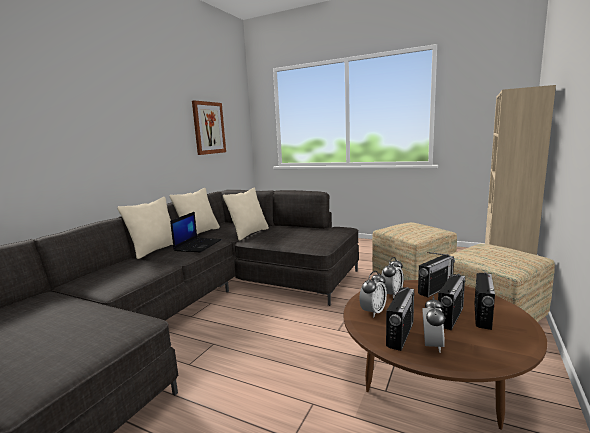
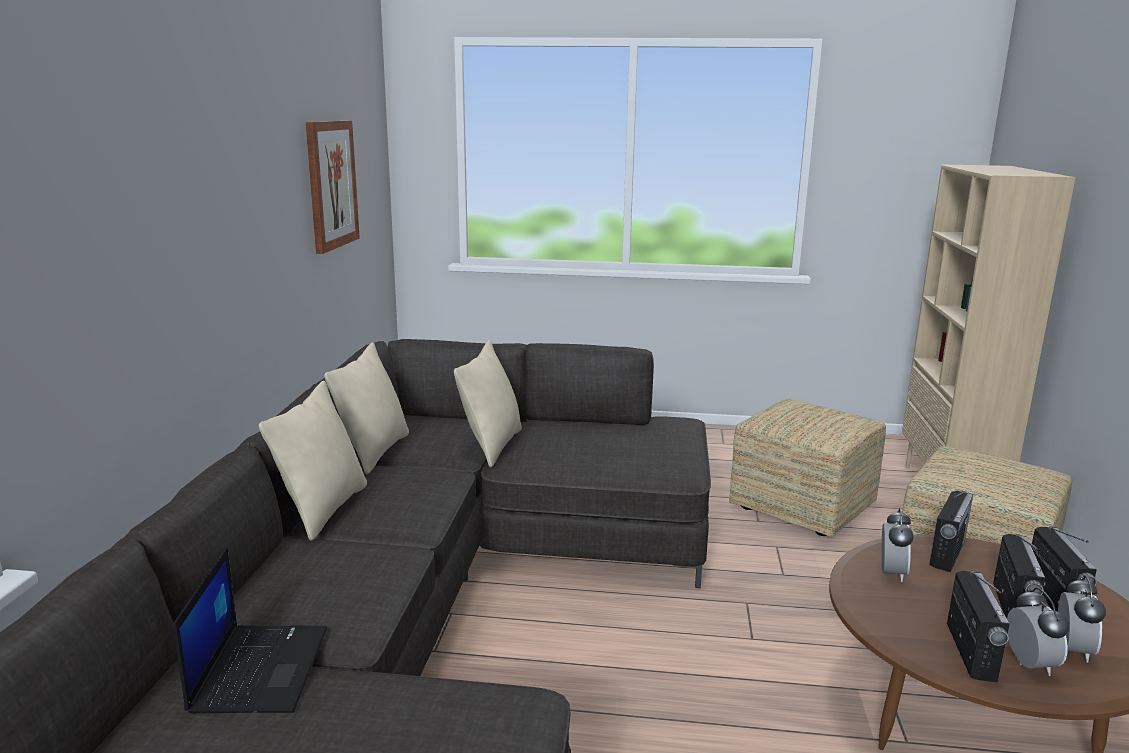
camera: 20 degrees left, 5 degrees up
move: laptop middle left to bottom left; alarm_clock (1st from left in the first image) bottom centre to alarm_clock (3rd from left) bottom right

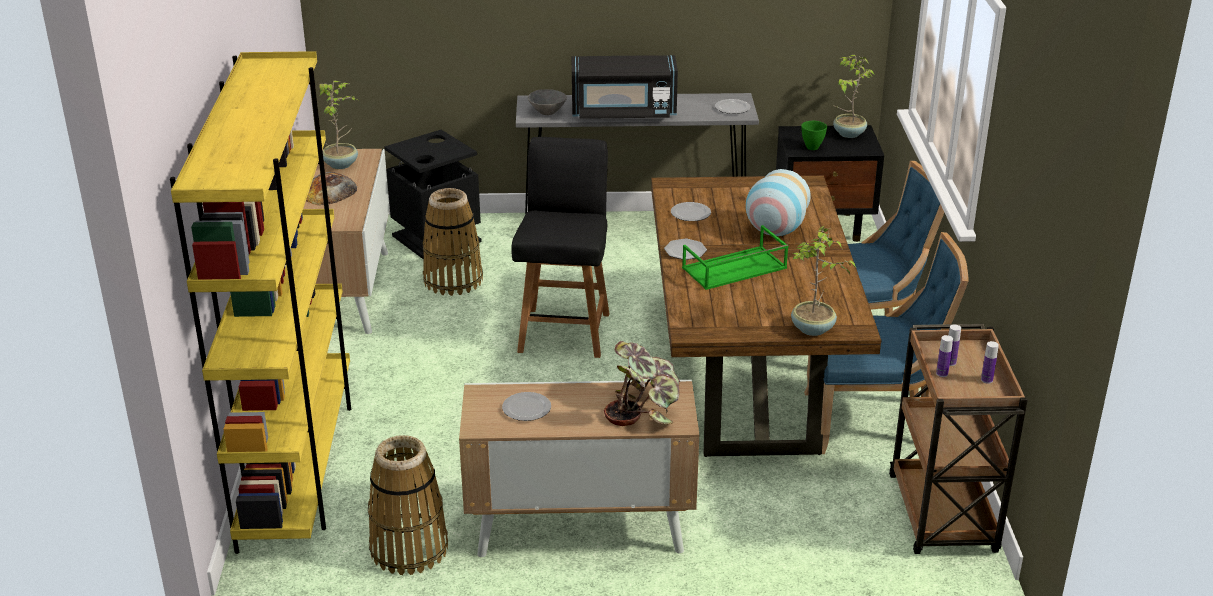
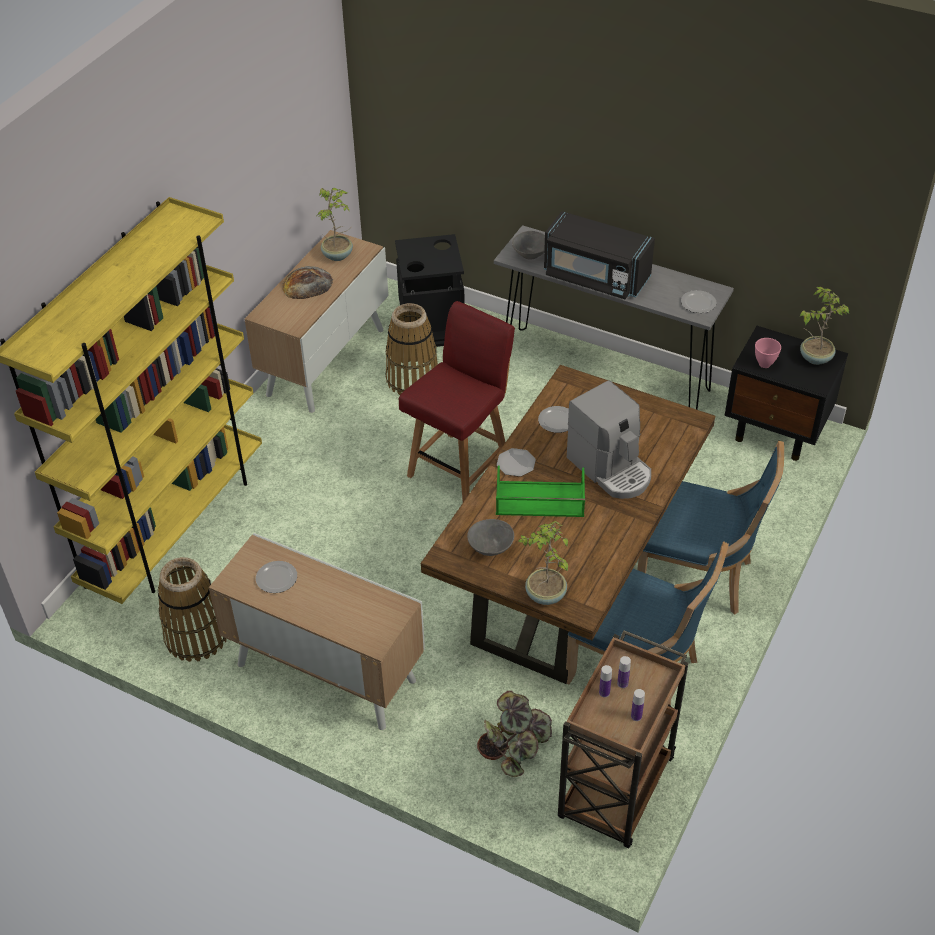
camera: 30 degrees right, 15 degrees up
insert: grey_deep_dish (1st from left) centre
move: houseplant (2nd from left) centre to bottom centre
replace: decorative_vase centre to coffee_machine centre
recolor: greenish_deep_dish top right to pink_deep_dish middle right; black_chair centre to red-coloured_chair centre

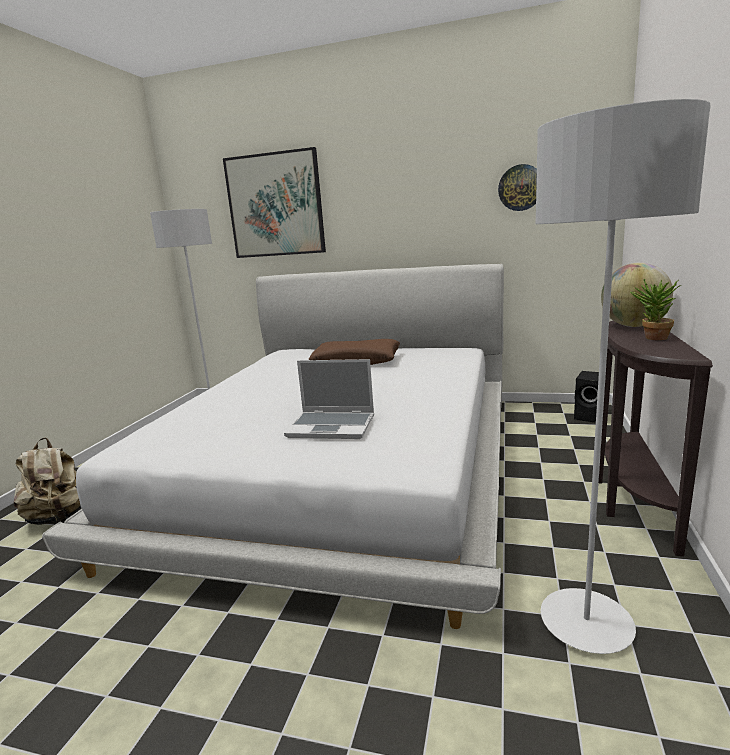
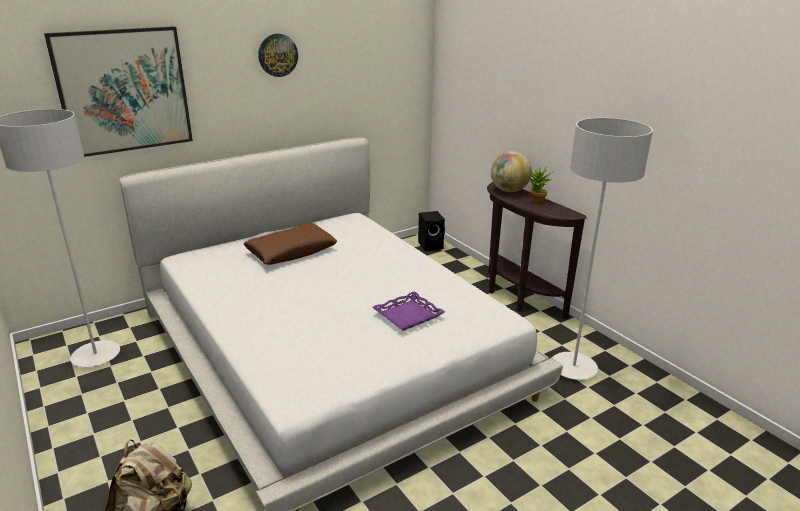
camera: 50 degrees left, 10 degrees up
move: hanging_clock top right to top centre
replace: laptop centre to purple_serving_tray centre

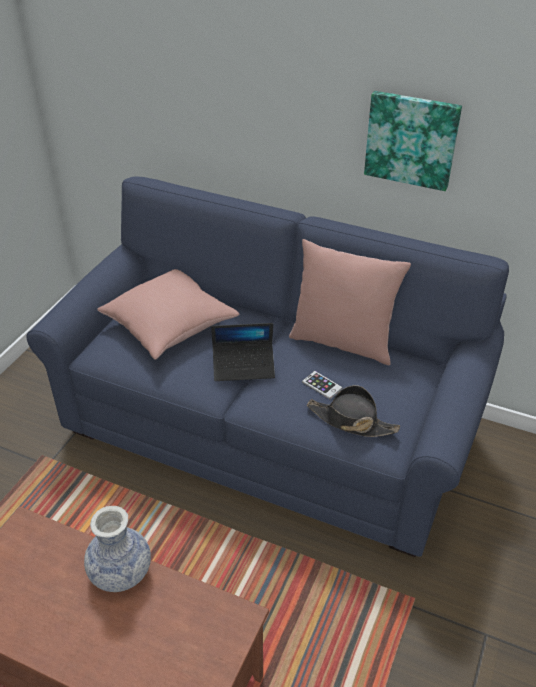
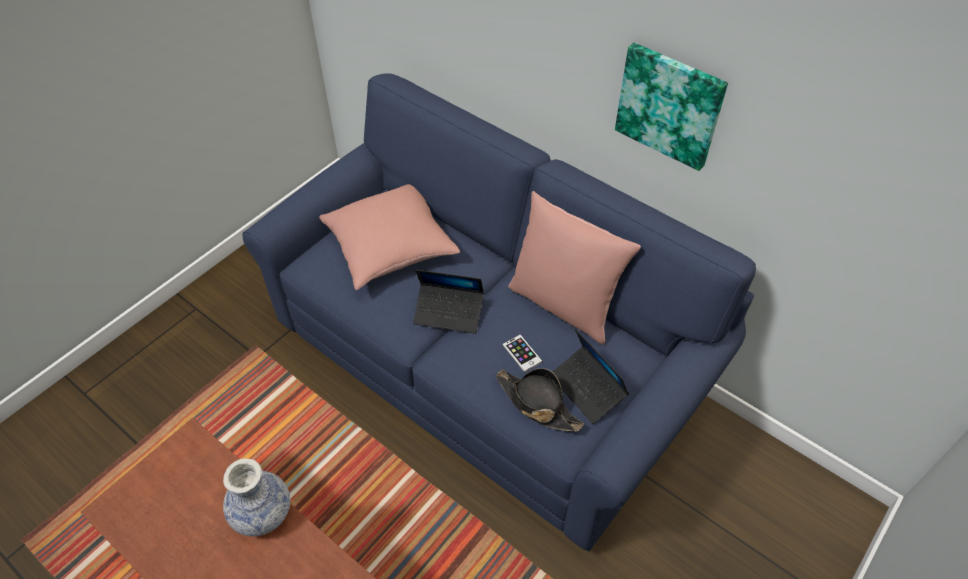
camera: 15 degrees right, 10 degrees up
insert: laptop (2nd from left) centre

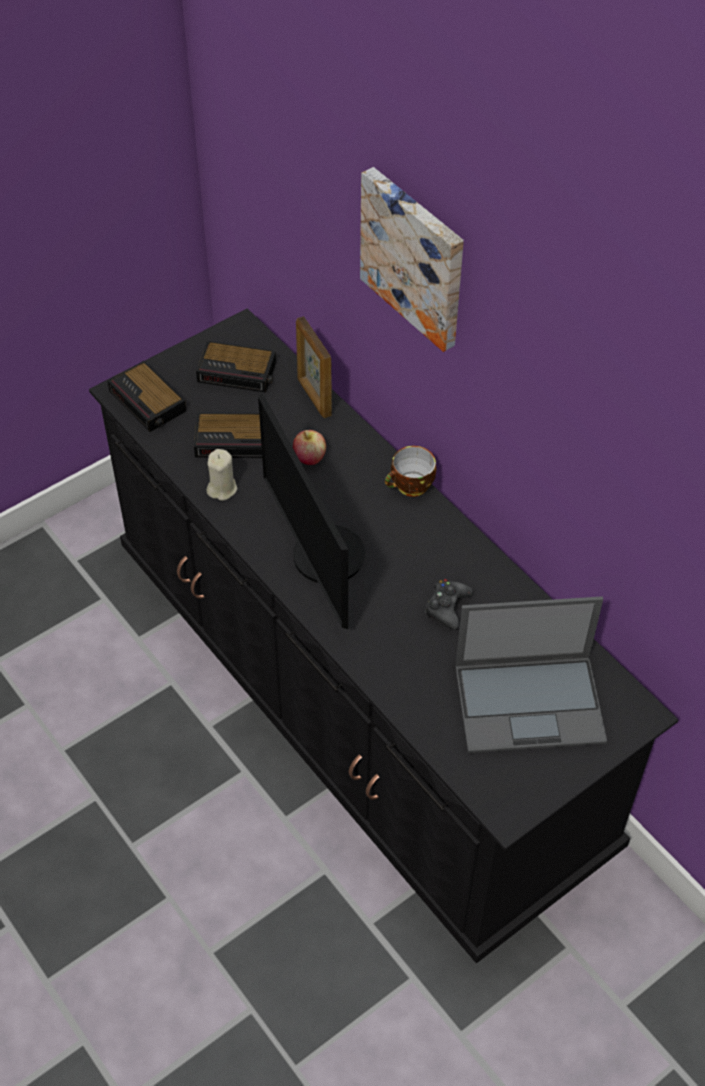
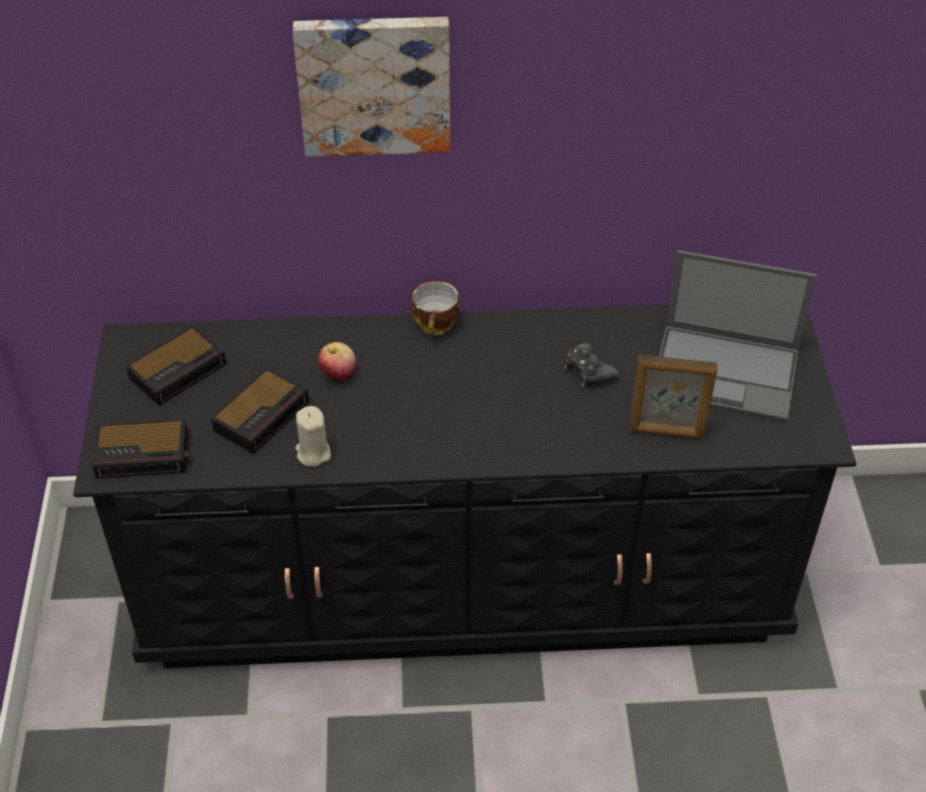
camera: 55 degrees left, 5 degrees down
delete: computer_screen centre
move: picture_frame centre to middle right
rotate: laptop middle right = middle right 75 degrees clockwise

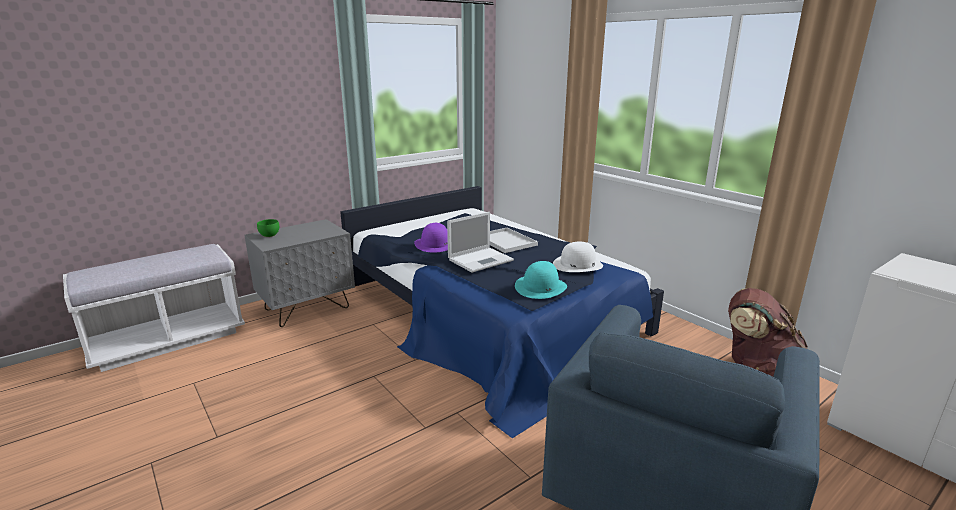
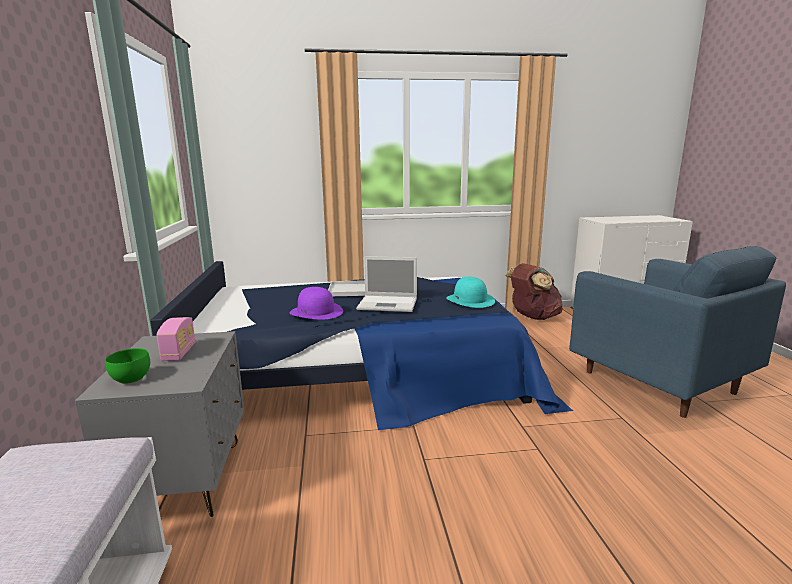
camera: 60 degrees left, 5 degrees down
delete: whitish_hat centre
insert: radio middle left
rotate: laptop centre = centre 105 degrees clockwise

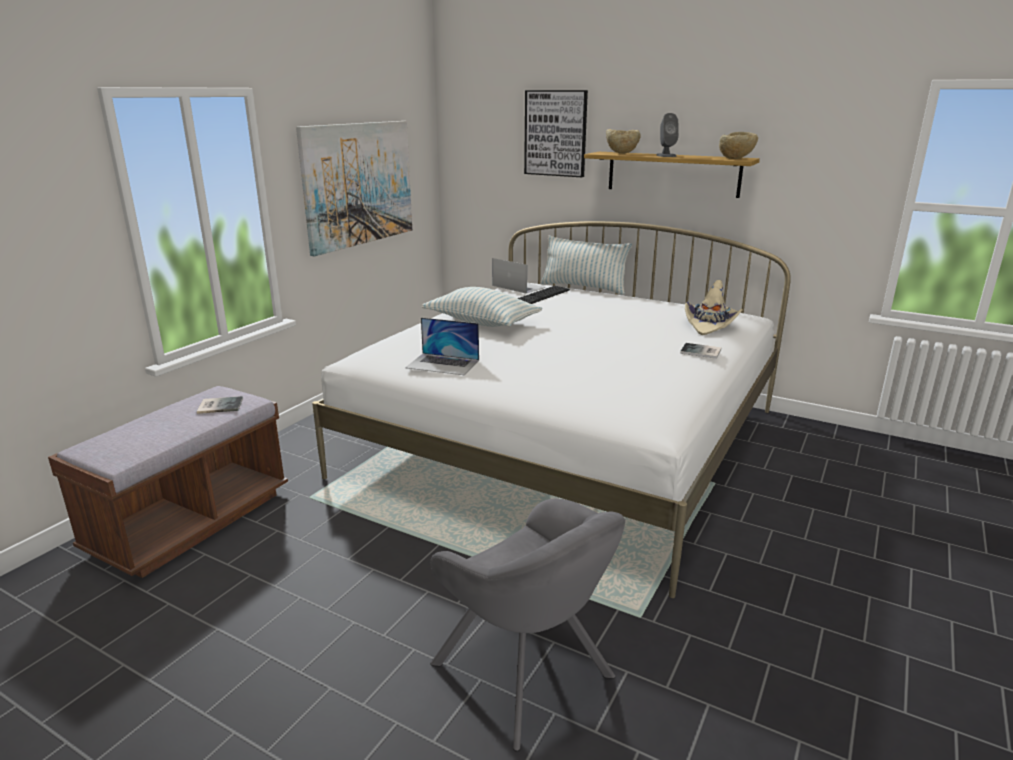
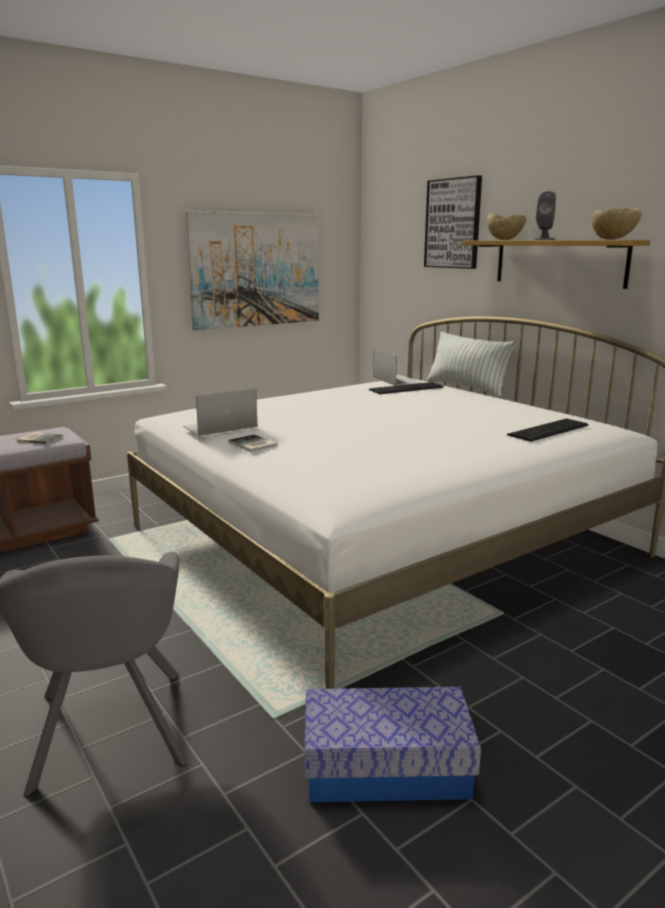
camera: 25 degrees right, 5 degrees down
delete: throw_pillow (1st from left) centre
insert: storage_box bottom centre
move: bound_book (2nd from left) middle right to centre
replace: sand-coloured_hat middle right to keyboard (2nd from left) middle right
rotate: laptop (1st from left) centre = middle left 105 degrees clockwise

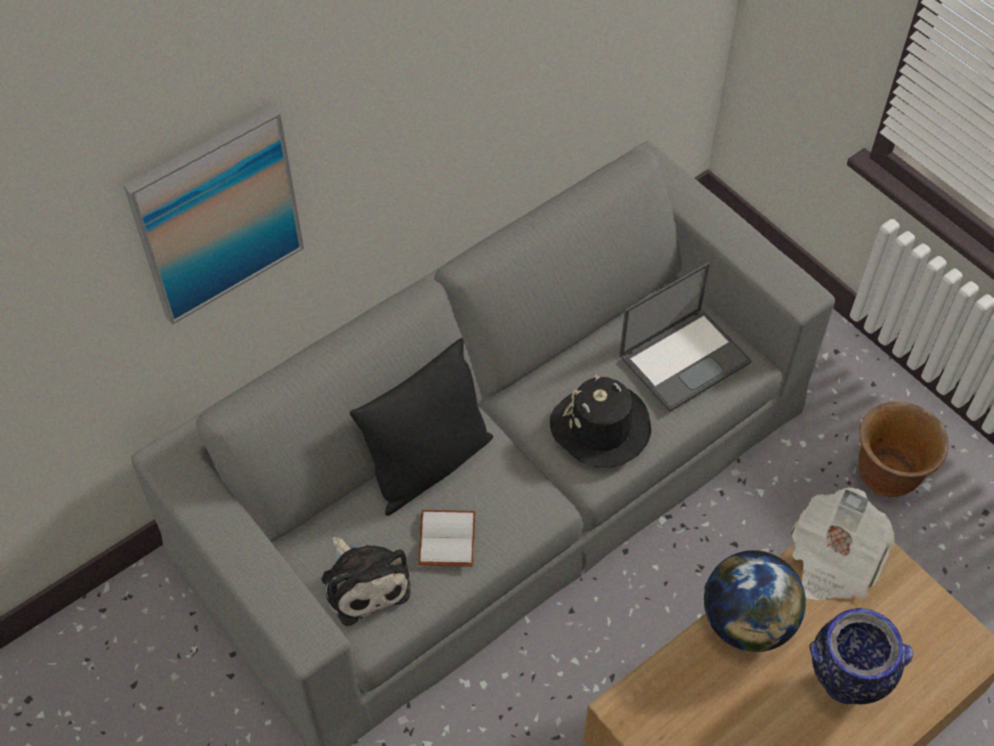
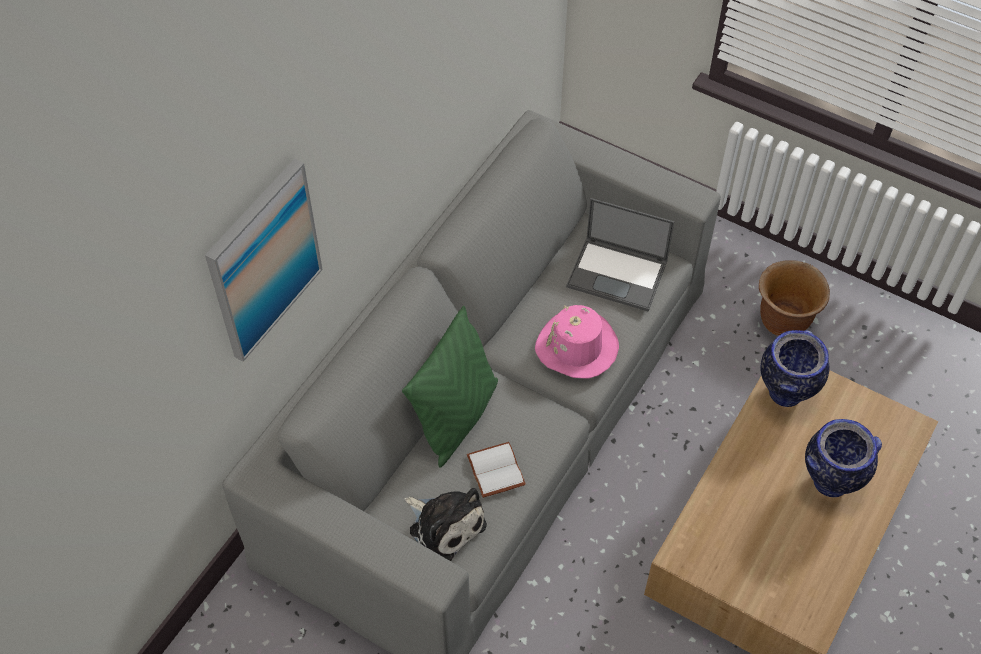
camera: 20 degrees left, 0 degrees up
delete: desk_globe bottom right
replace: daily_paper bottom right to decorative_vase (1st from left) middle right
recolor: black_throw_pillow centre to greenish_throw_pillow centre; black_hat centre to pink_hat centre
rotate: laptop middle right = centre 75 degrees clockwise

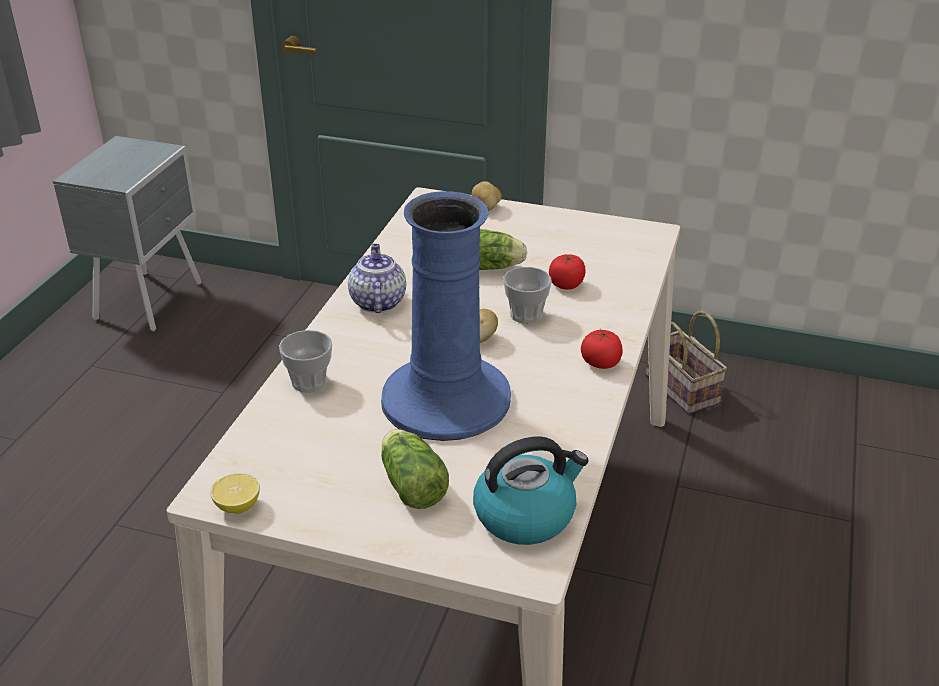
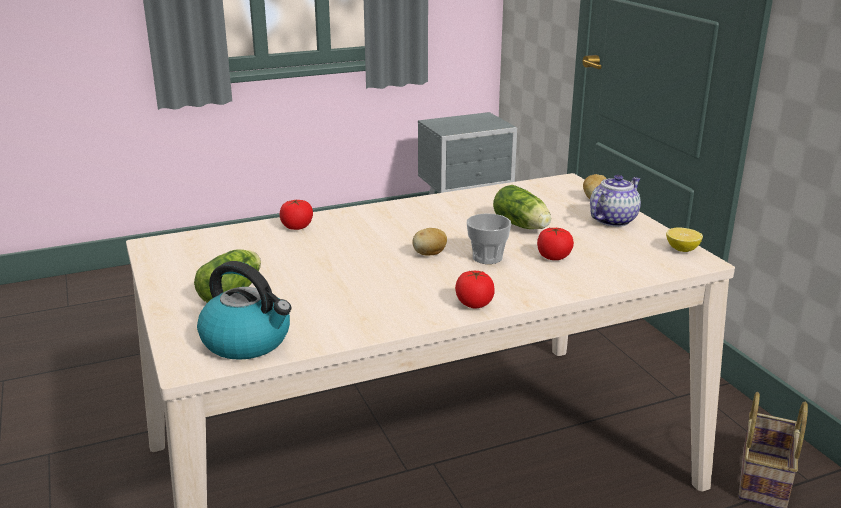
camera: 50 degrees right, 10 degrees down
delete: bluish_decorative_vase centre
move: teapot centre to middle right; lemon bottom left to middle right
replace: small_cup (1st from left) middle left to fresh_tomato (1st from left) centre

